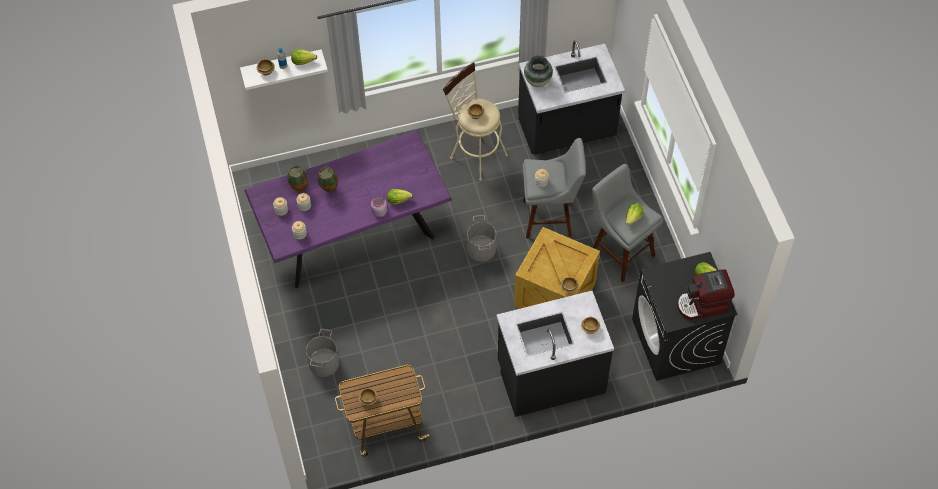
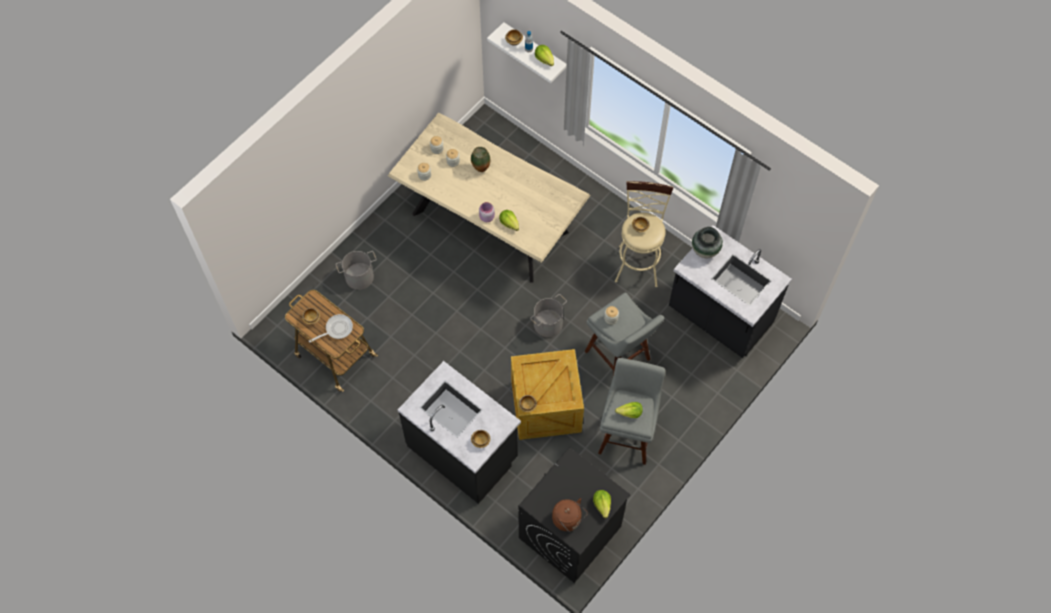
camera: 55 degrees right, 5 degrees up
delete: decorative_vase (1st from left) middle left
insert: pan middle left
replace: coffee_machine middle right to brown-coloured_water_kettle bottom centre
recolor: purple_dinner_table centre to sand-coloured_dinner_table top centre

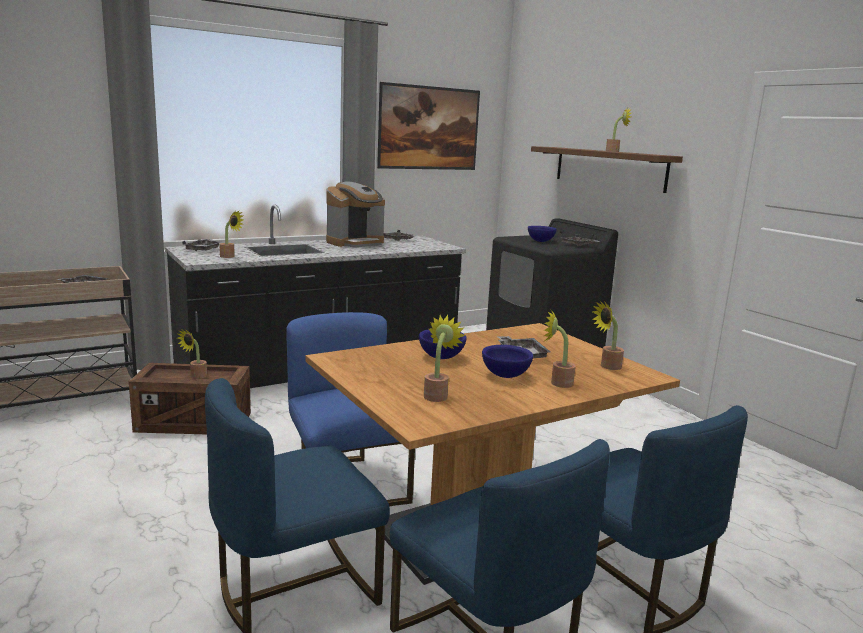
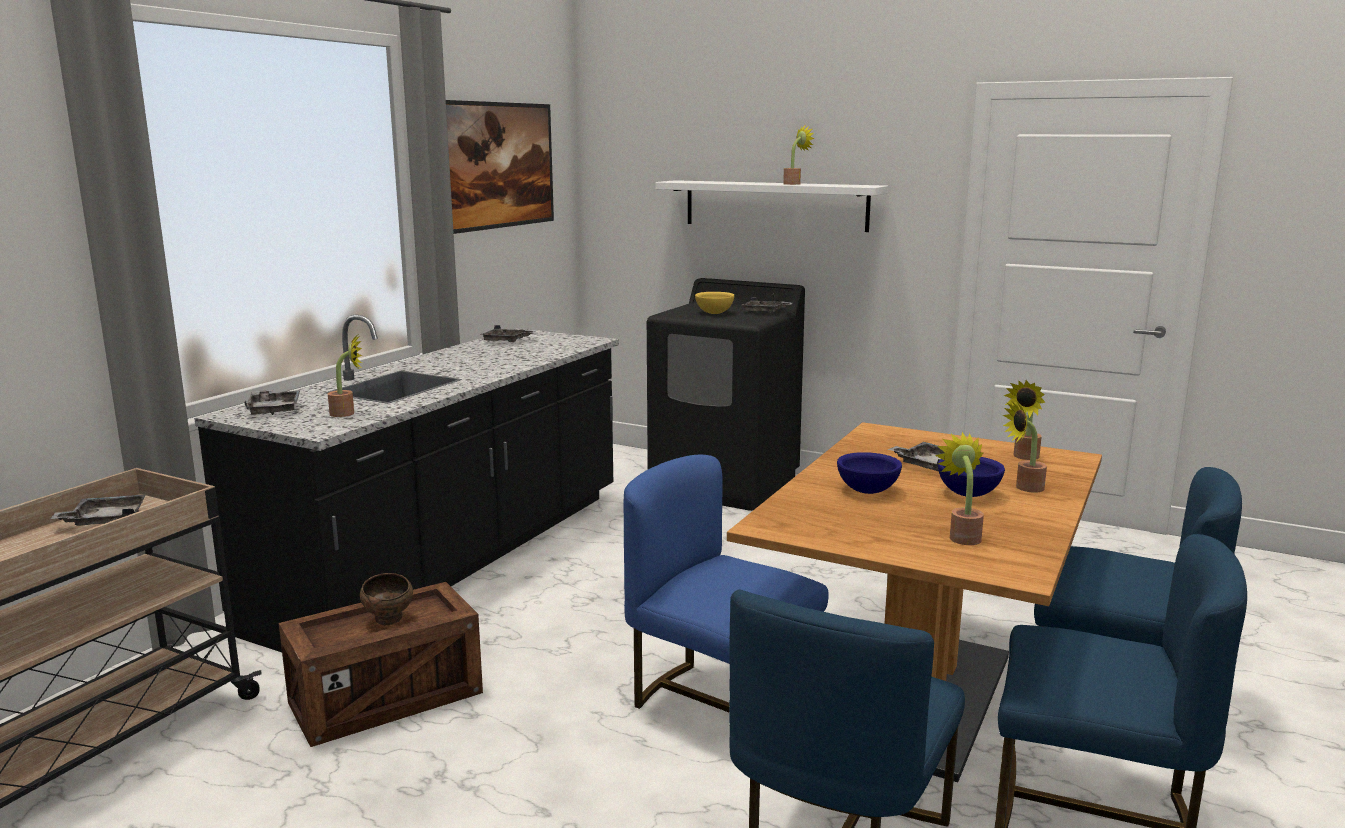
camera: 30 degrees left, 0 degrees up
delete: coffee_machine centre
replace: houseplant (1st from left) middle left to brown-coloured_deep_dish bottom left
recolor: brown-coloured_shelf top right to whitish_shelf top centre; bluish_deep_dish (3rd from left) centre to yellowish_deep_dish centre

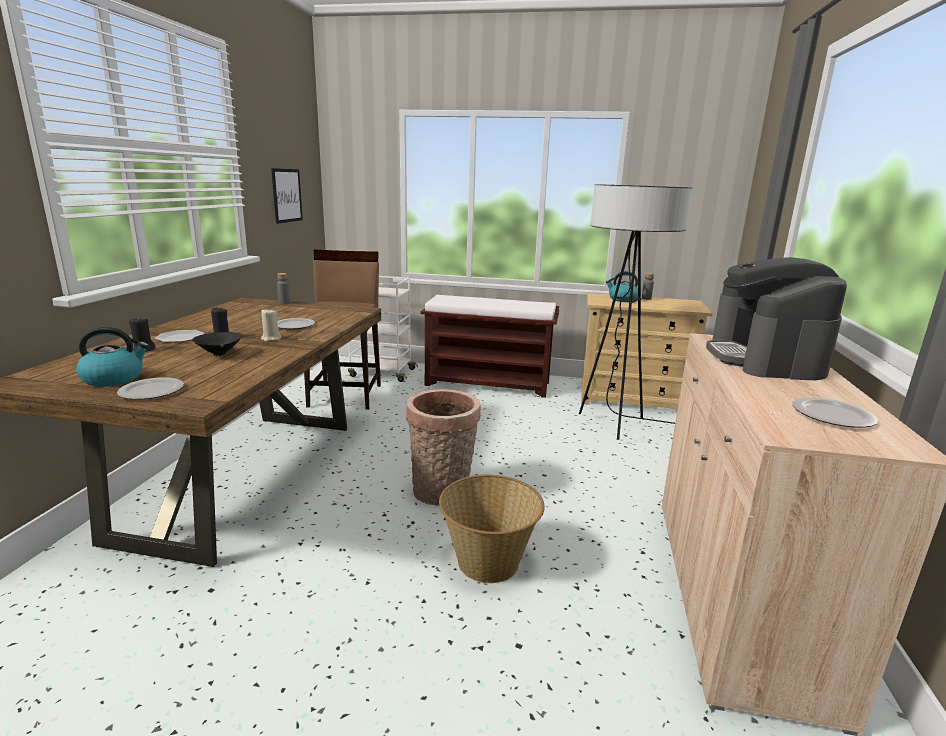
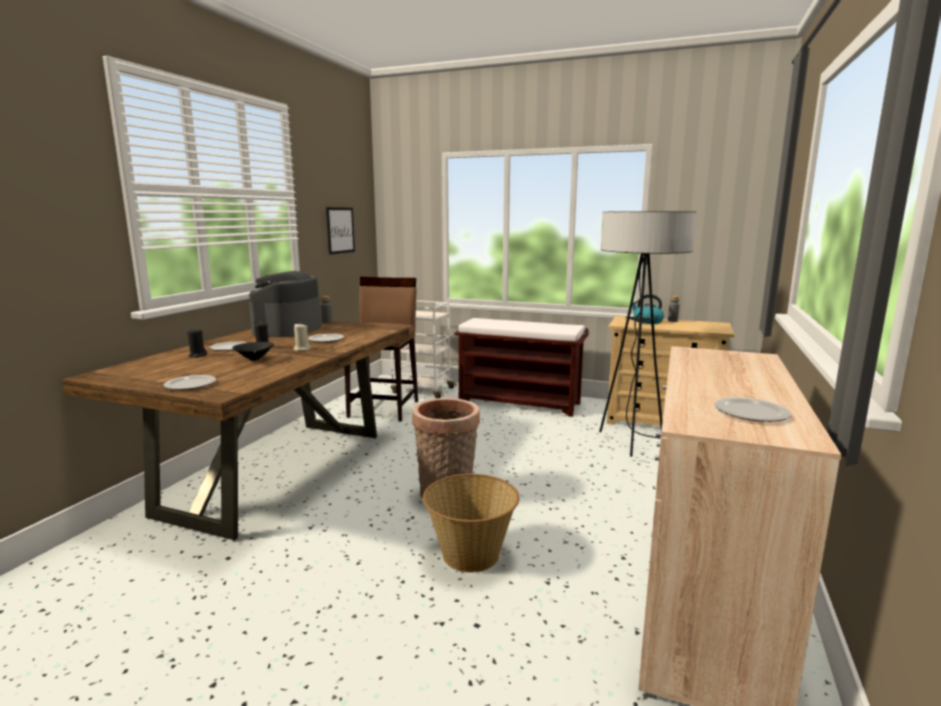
camera: 10 degrees right, 5 degrees down
delete: water_kettle (1st from left) middle left
move: coffee_machine middle right to middle left

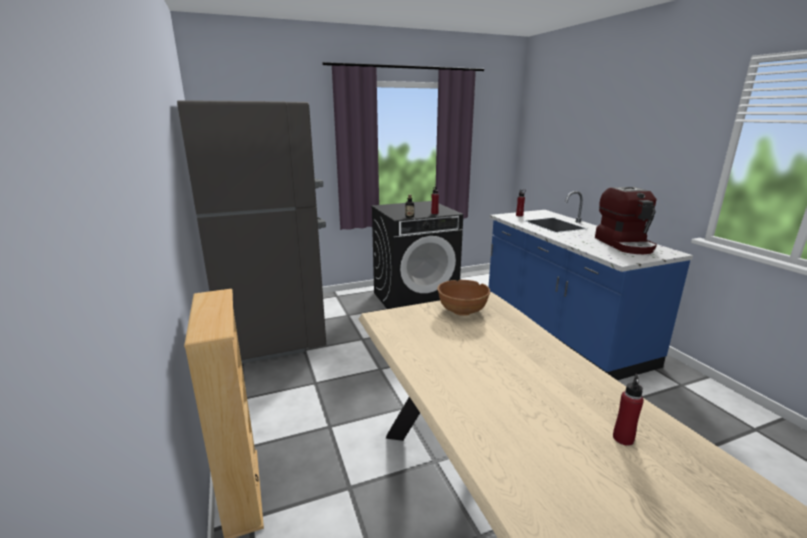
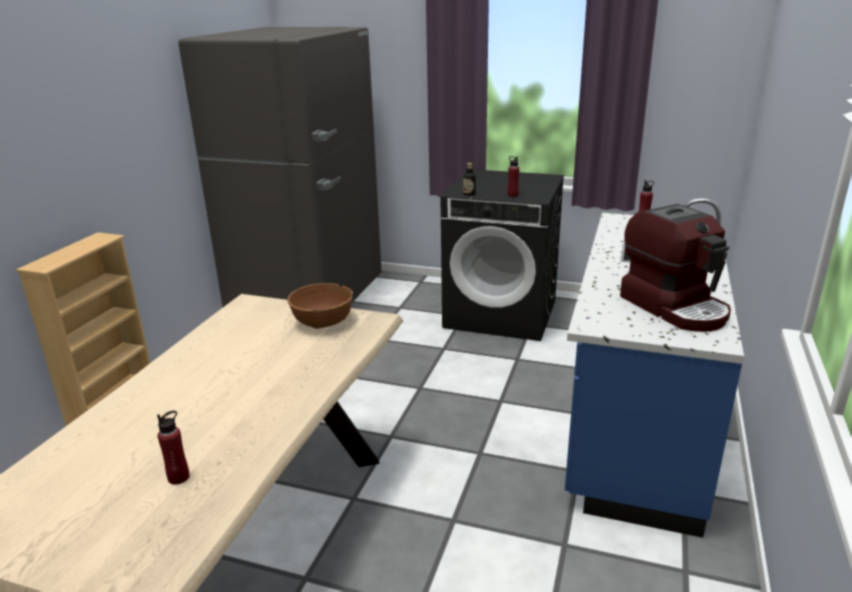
camera: 40 degrees right, 5 degrees up
rotate: coffee_machine middle right = middle right 60 degrees counterclockwise

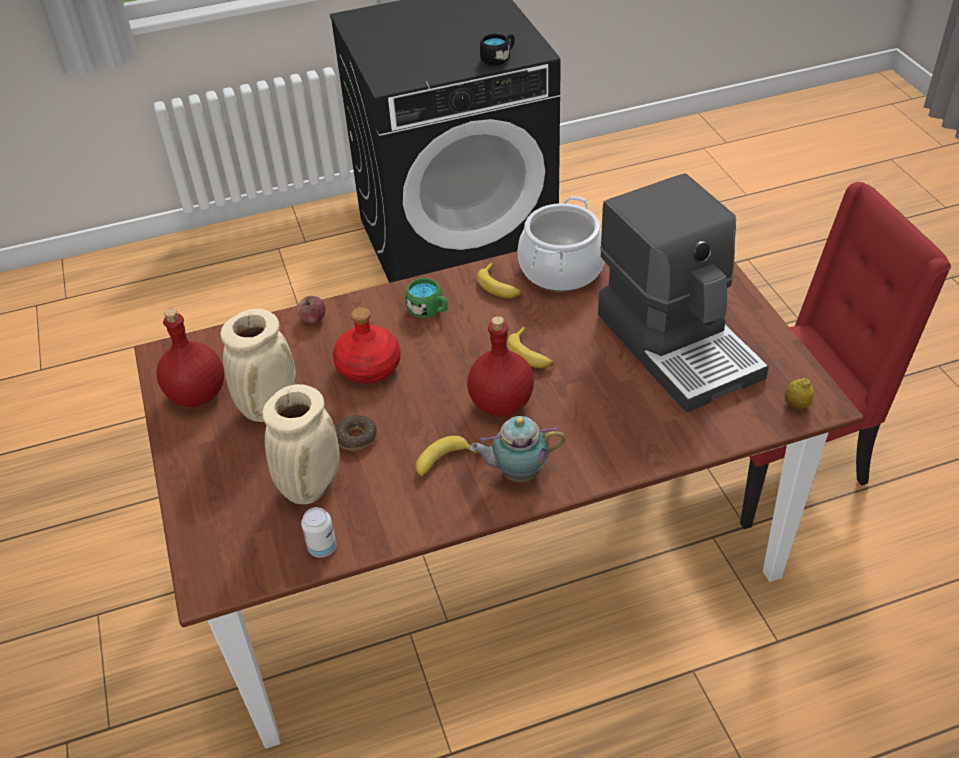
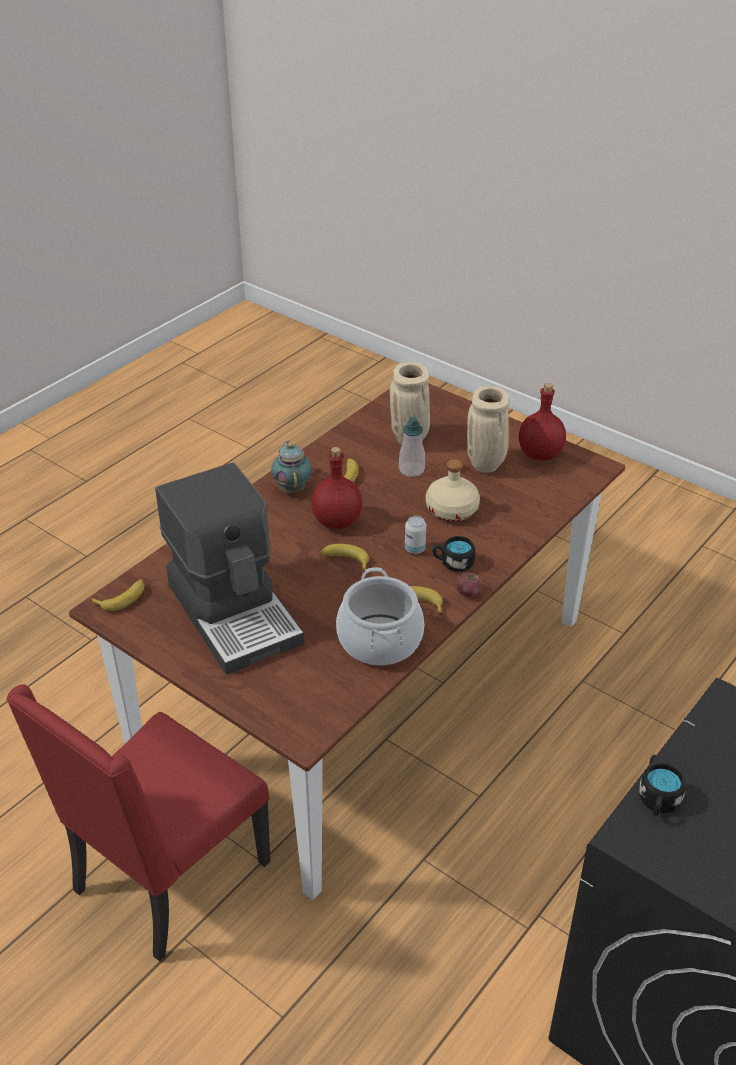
camera: 145 degrees right, 5 degrees down
move: apple_fruit middle left to centre; sealed_can bottom left to centre
replace: lemon middle right to banana_fruit (1st from left) middle left; doughnut centre to soap_bottle centre
recolor: greenish_mug centre to black_mug (1st from left) centre; red-coloured_beverage_bottle (2nd from left) centre to sand-coloured_beverage_bottle centre
rotate: coffee_machine middle right = middle left 150 degrees counterclockwise; teapot centre = centre 60 degrees counterclockwise

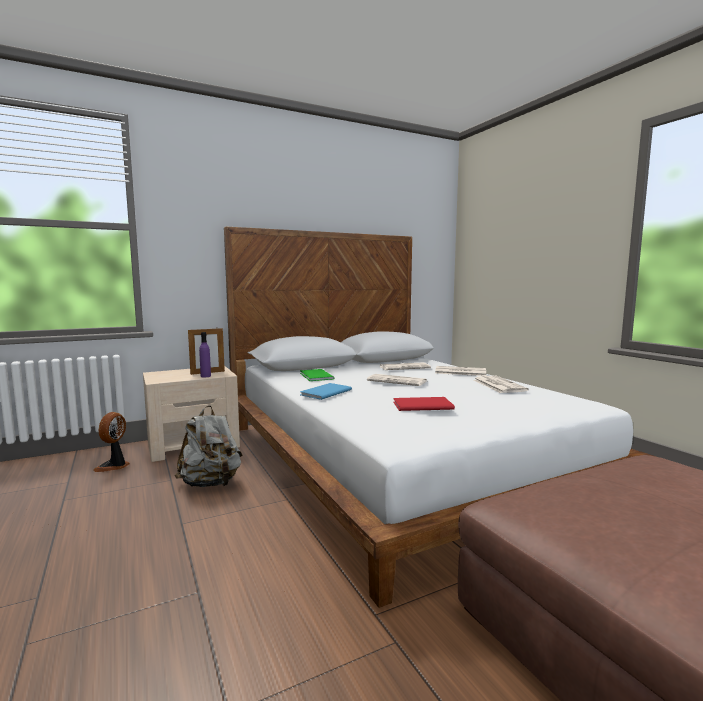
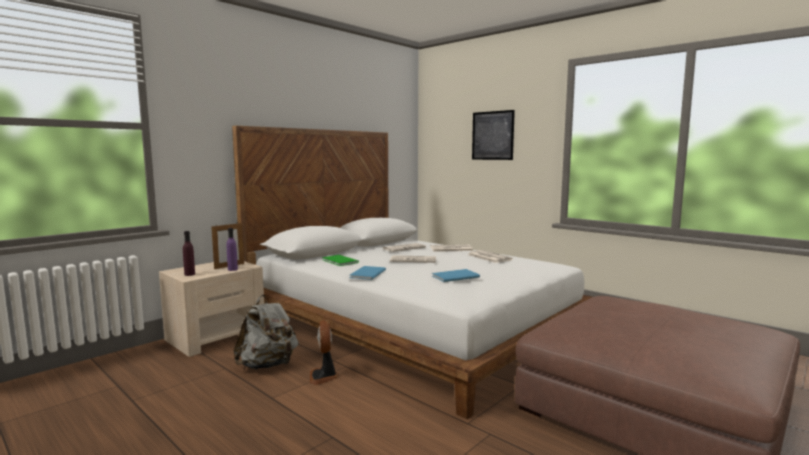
camera: 20 degrees left, 0 degrees up
insert: wall_picture top centre; purple_beverage_bottle (1st from left) middle left
move: cooling_fan middle left to bottom centre
recolor: red-coloured_bound_book centre to bluish_bound_book (2nd from left) centre

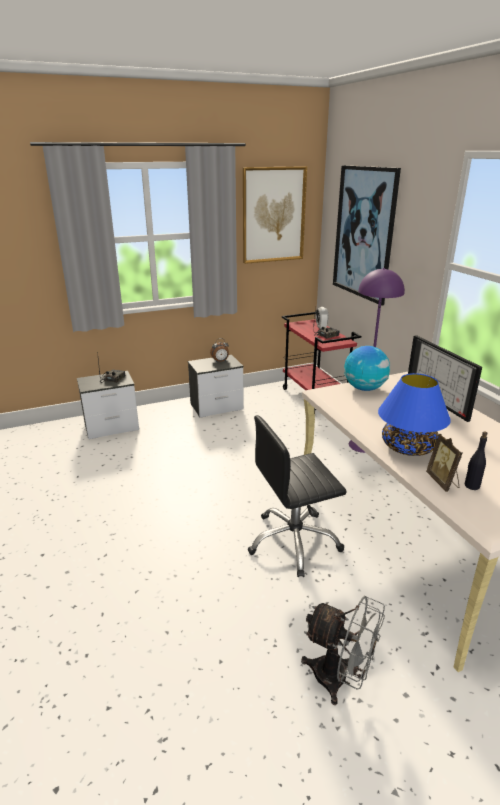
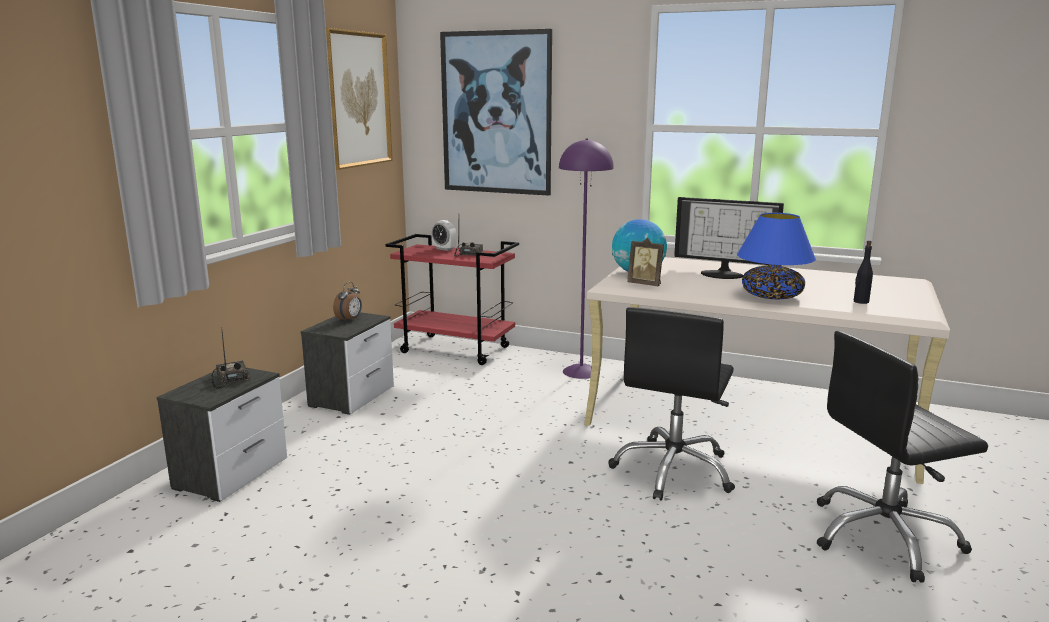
camera: 45 degrees left, 10 degrees down
move: picture_frame middle right to centre
replace: grey_cooling_fan bottom right to black_office_chair (2nd from left) bottom right

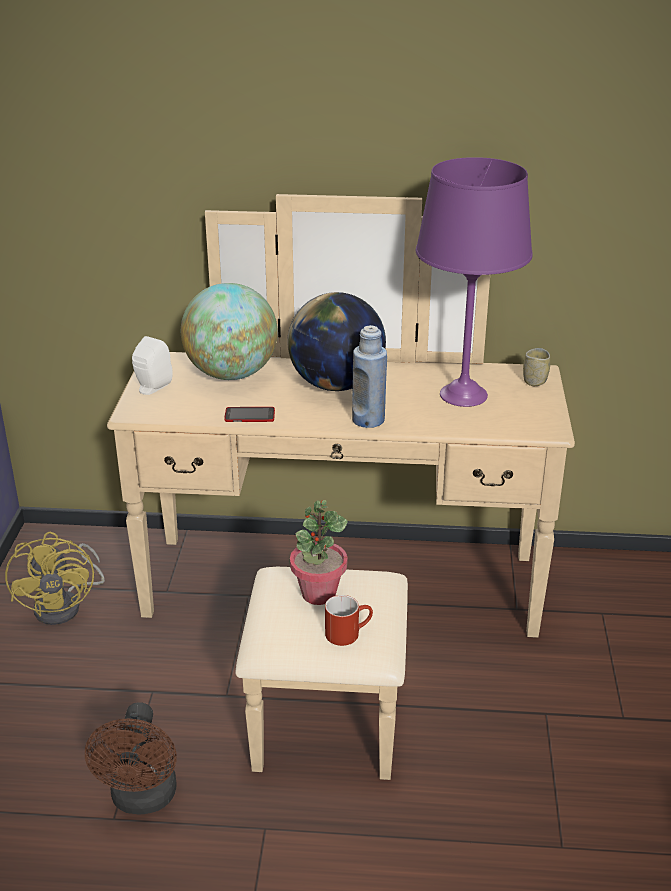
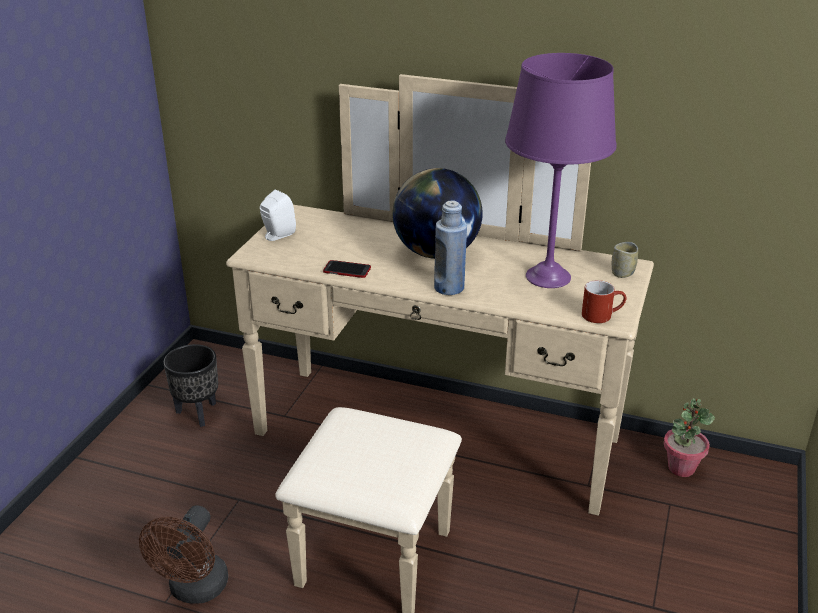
camera: 15 degrees right, 0 degrees up
delete: desk_globe (1st from left) centre
move: houseplant centre to bottom right; red-coloured_mug bottom centre to middle right
replace: yellowish_cooling_fan middle left to black_plant_pot middle left

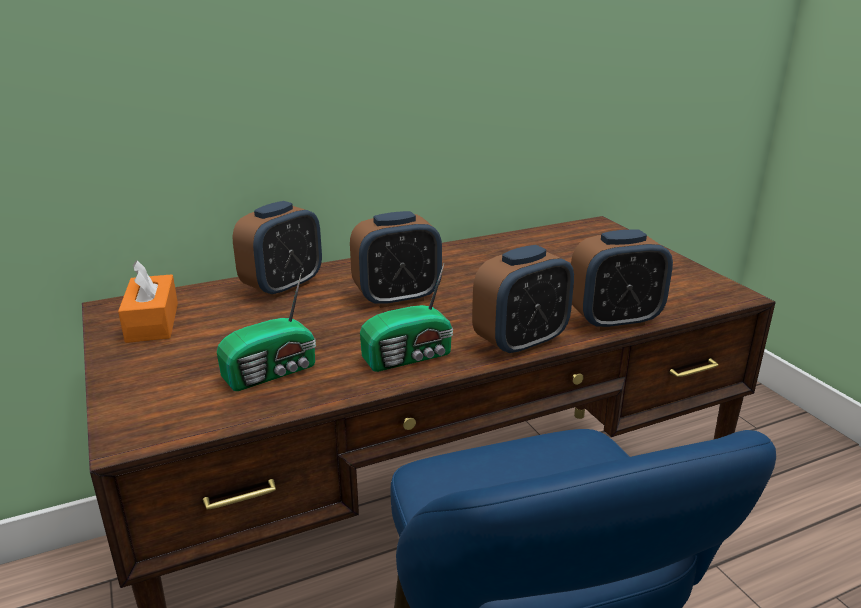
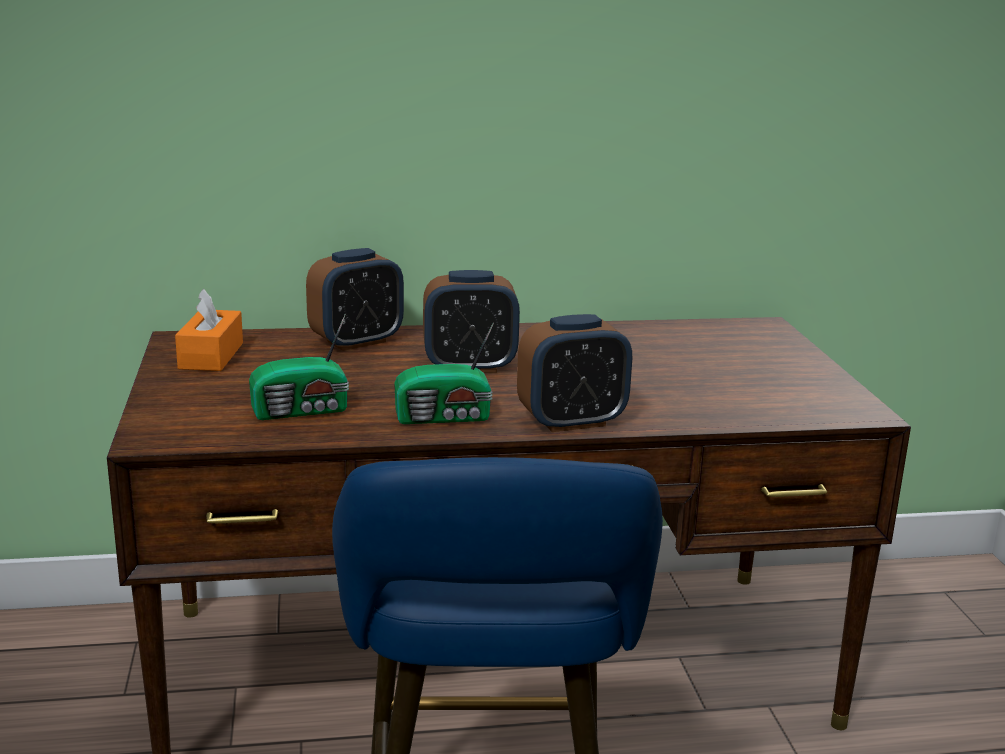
camera: 15 degrees right, 5 degrees down
delete: alarm_clock (4th from left) middle right

